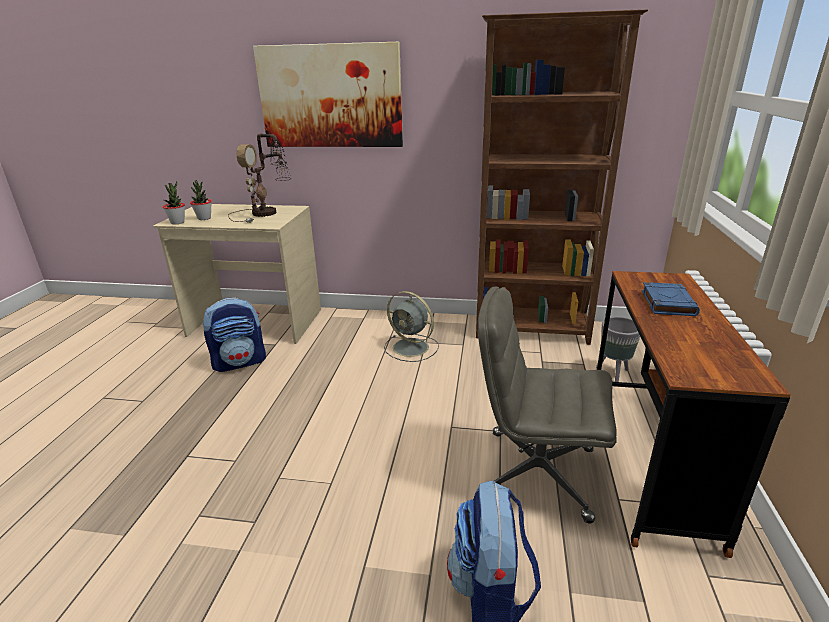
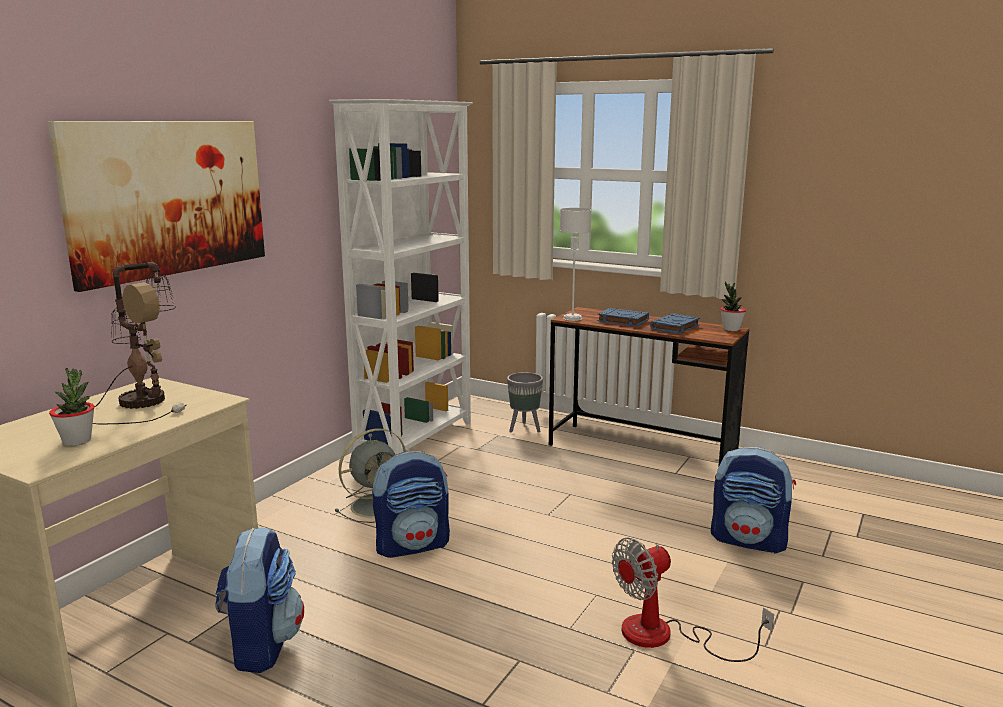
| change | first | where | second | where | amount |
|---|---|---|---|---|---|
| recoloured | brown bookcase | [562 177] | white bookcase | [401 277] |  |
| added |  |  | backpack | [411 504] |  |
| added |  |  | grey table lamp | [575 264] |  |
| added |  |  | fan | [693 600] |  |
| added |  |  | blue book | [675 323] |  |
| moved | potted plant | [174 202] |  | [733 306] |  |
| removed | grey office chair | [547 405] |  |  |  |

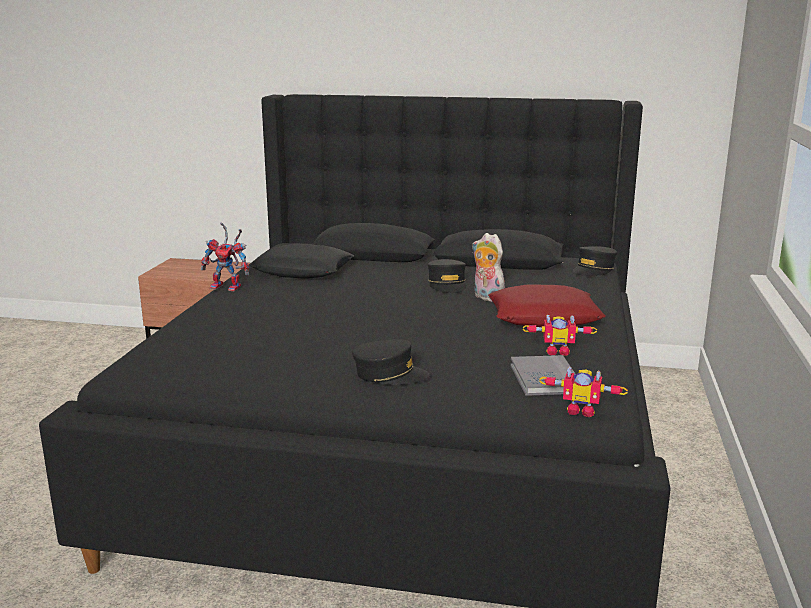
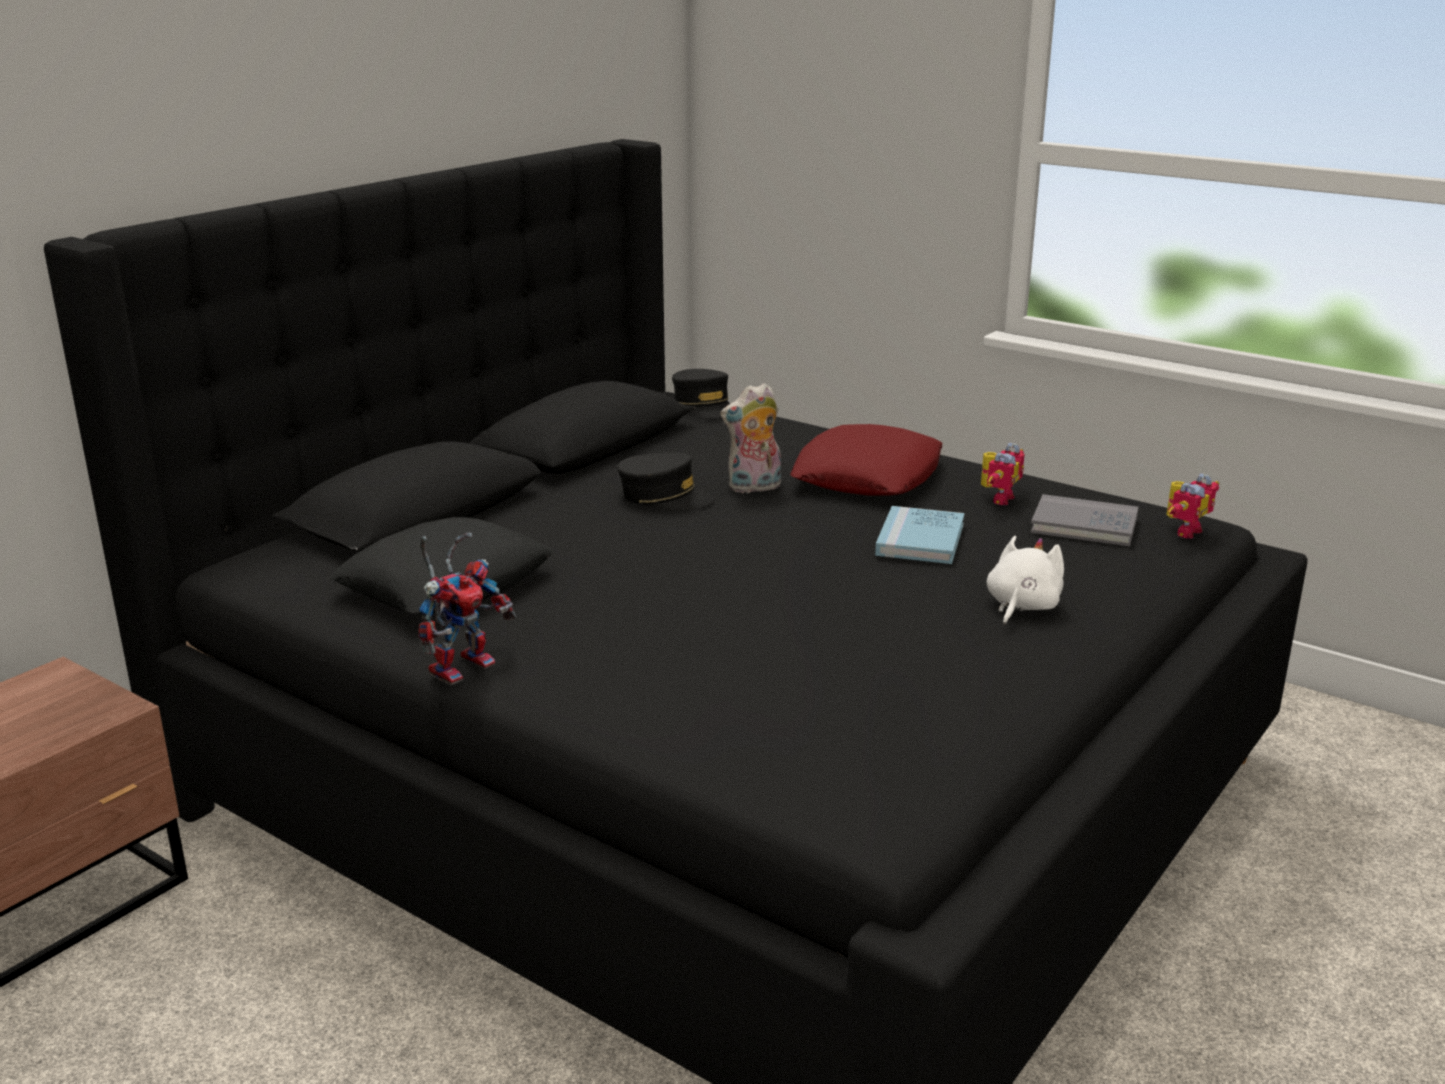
| change | first | where | second | where | amount |
|---|---|---|---|---|---|
| added |  |  | blue book | [919 535] |  |
| replaced | black cap | [391 362] | white plush toy | [1025 580] |  |

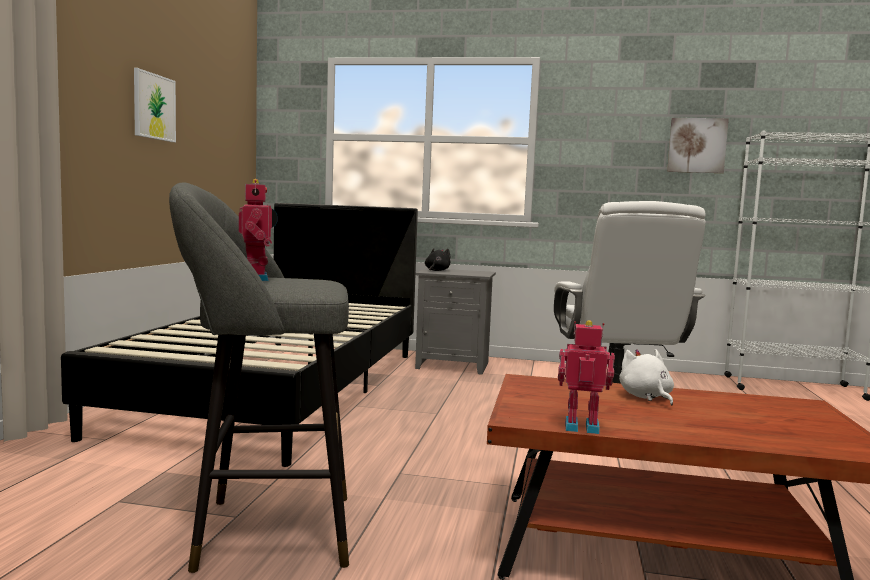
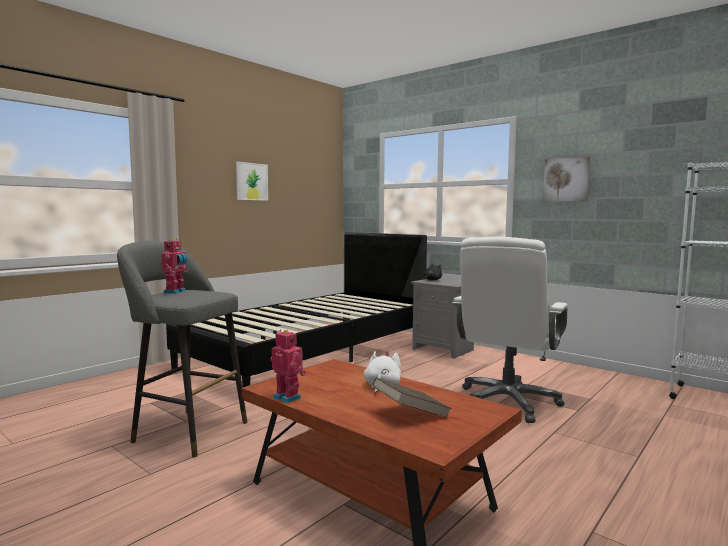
| change | first | where | second | where | amount |
|---|---|---|---|---|---|
| added |  |  | brown book | [412 397] |  |
| moved | picture | [698 145] |  | [566 178] |  |

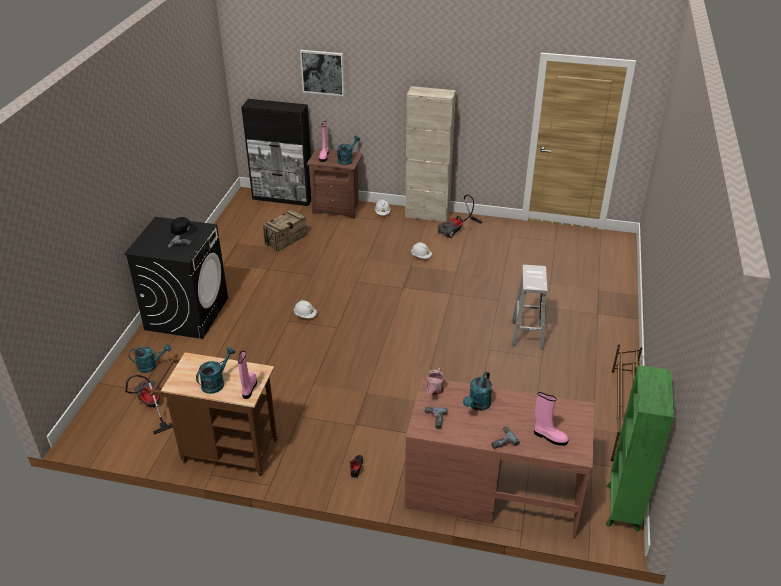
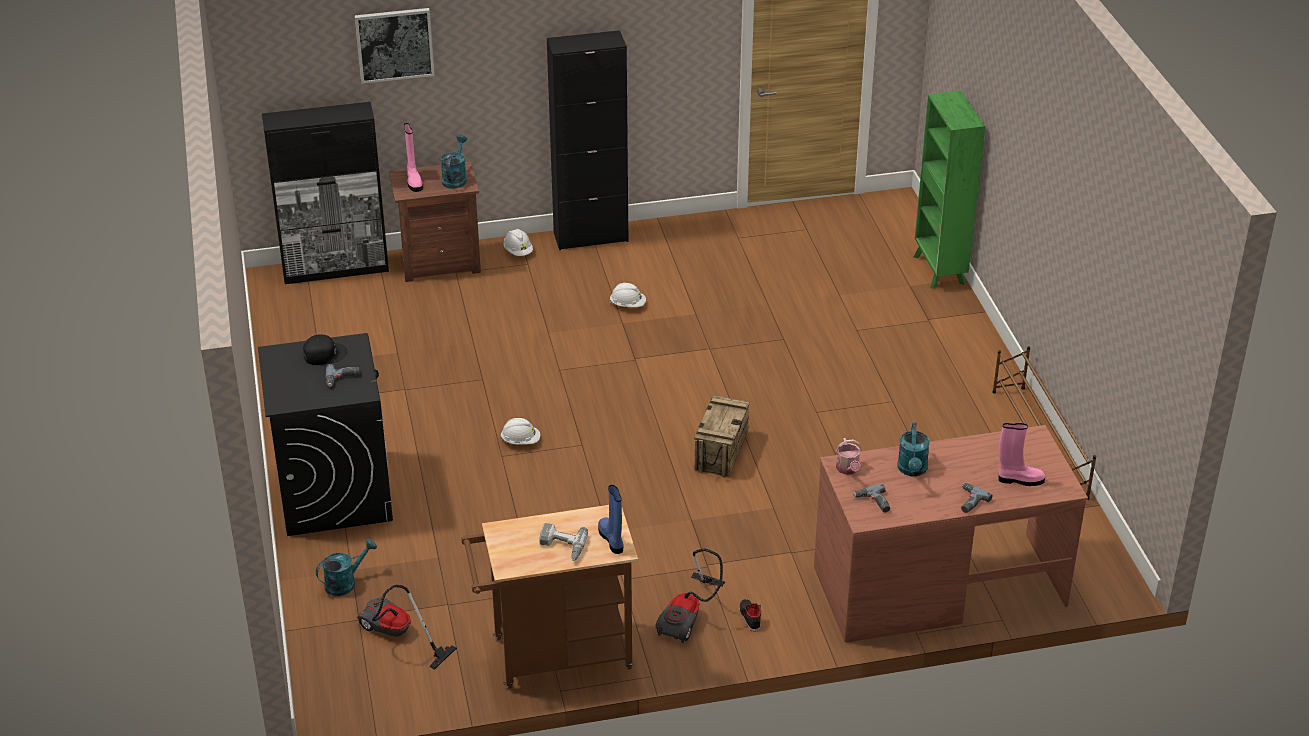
| change | first | where | second | where | amount |
|---|---|---|---|---|---|
| replaced | turquoise watering can | [215 370] | power drill | [563 542] |  |
| recoloured | beige cabinet | [430 154] | black cabinet | [587 140] |  |
| recoloured | pink boot | [247 375] | blue boot | [611 519] |  |
| moved | vacuum cleaner | [460 216] |  | [690 595] |  |
| moved | crate | [285 231] |  | [722 436] |  |
| moved | green bookcase | [640 448] |  | [949 190] |  |
| removed | white stool | [529 307] |  |  |  |

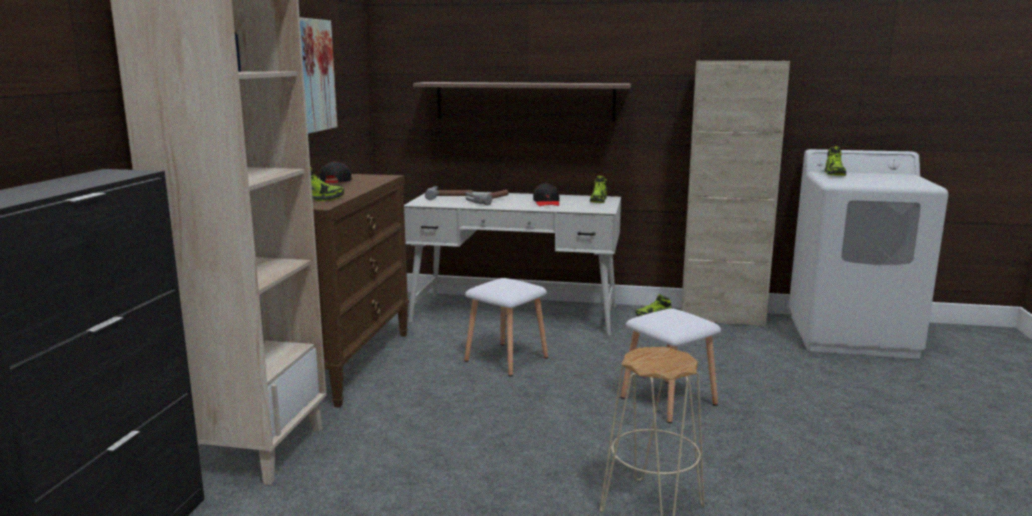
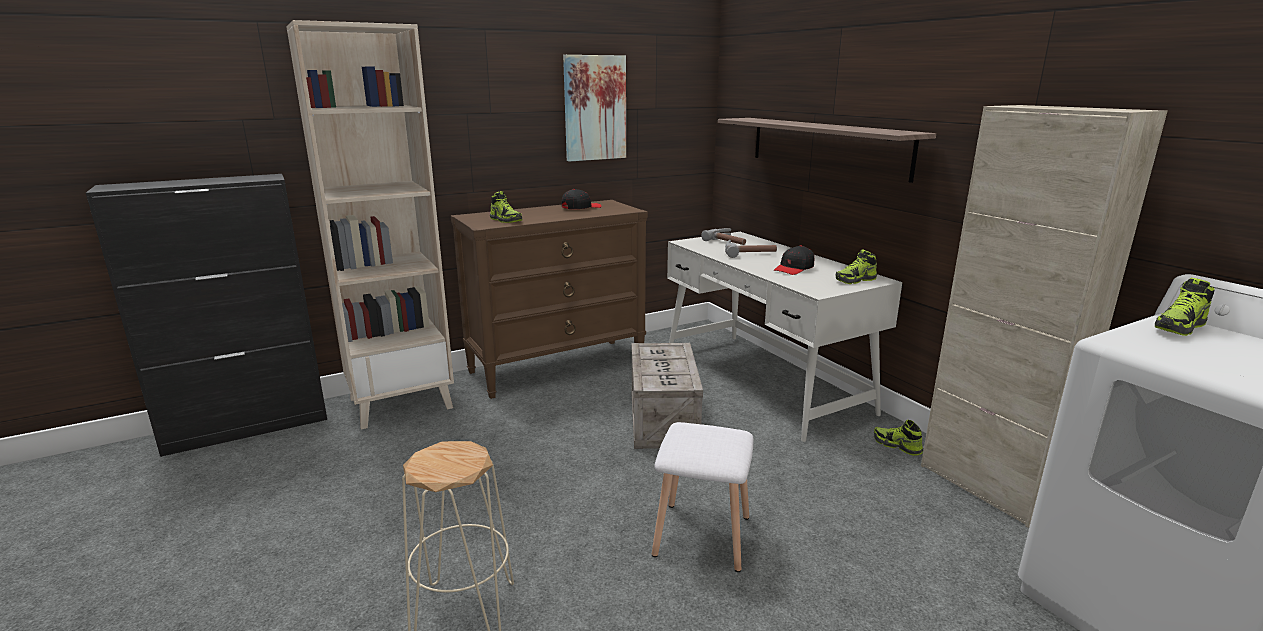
| change | first | where | second | where | amount |
|---|---|---|---|---|---|
| replaced | white stool | [506 327] | crate | [667 396] |  |

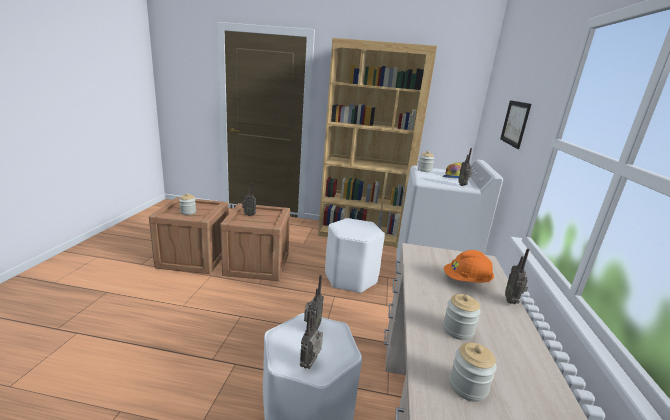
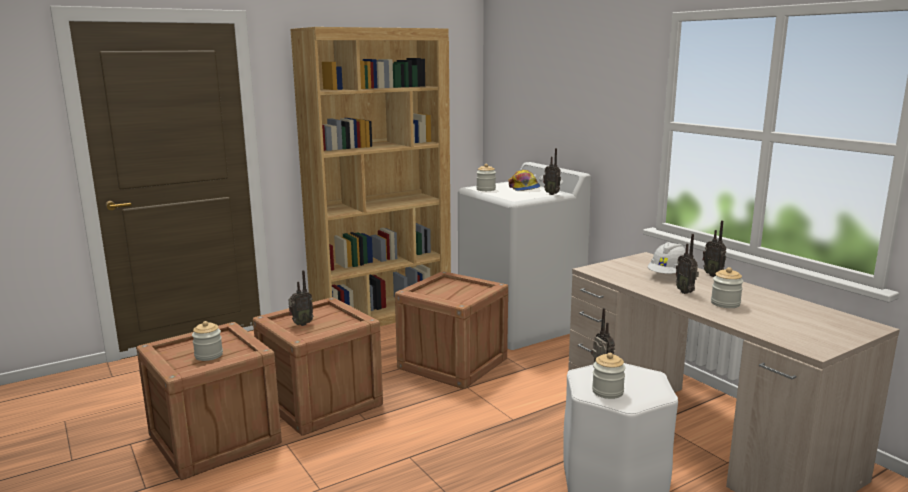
| change | first | where | second | where | amount |
|---|---|---|---|---|---|
| replaced | white stool | [355 256] | crate | [451 330] |  |
| moved | jar | [473 372] |  | [609 376] |  |
| recoloured | orange hard hat | [469 266] | white hard hat | [667 258] |  |
| moved | radio | [311 339] |  | [687 264] |  |
| removed | picture | [515 124] |  |  |  |

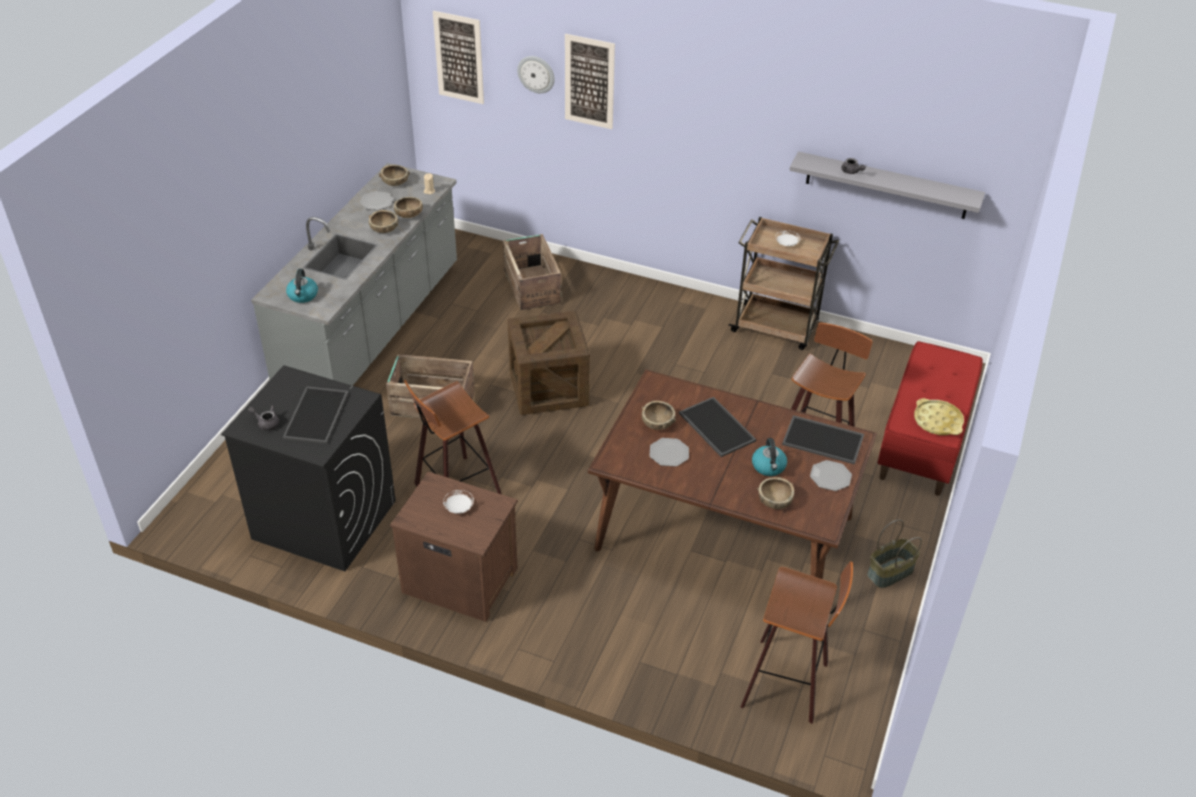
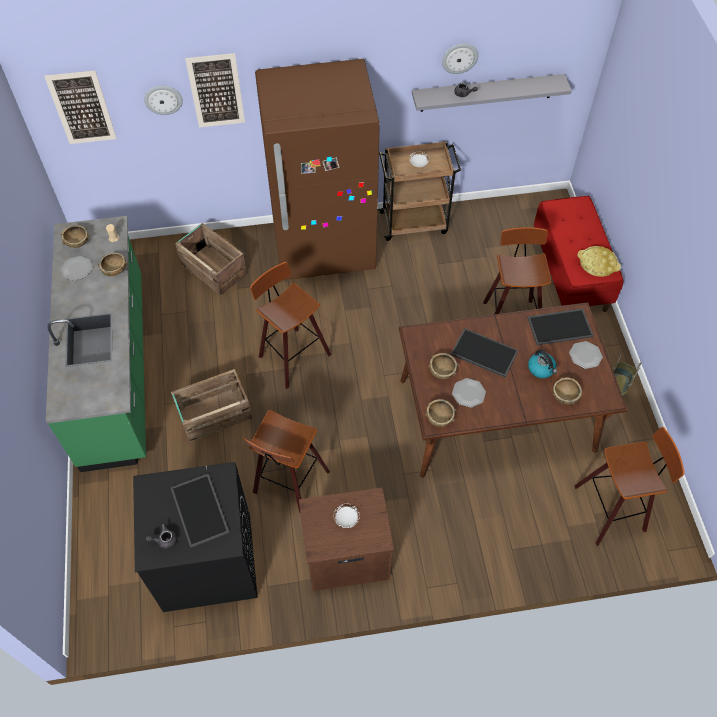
| change | first | where | second | where | amount |
|---|---|---|---|---|---|
| recoloured | grey counter | [354 274] | green counter | [96 344] |  |
| replaced | crate | [548 363] | stool | [290 325] |  |
| added |  |  | brown fridge | [317 169] |  |
| moved | brown bowl | [383 221] |  | [440 413] |  |
| added |  |  | wall clock | [460 58] |  |
| removed | kettle | [302 286] |  |  |  |

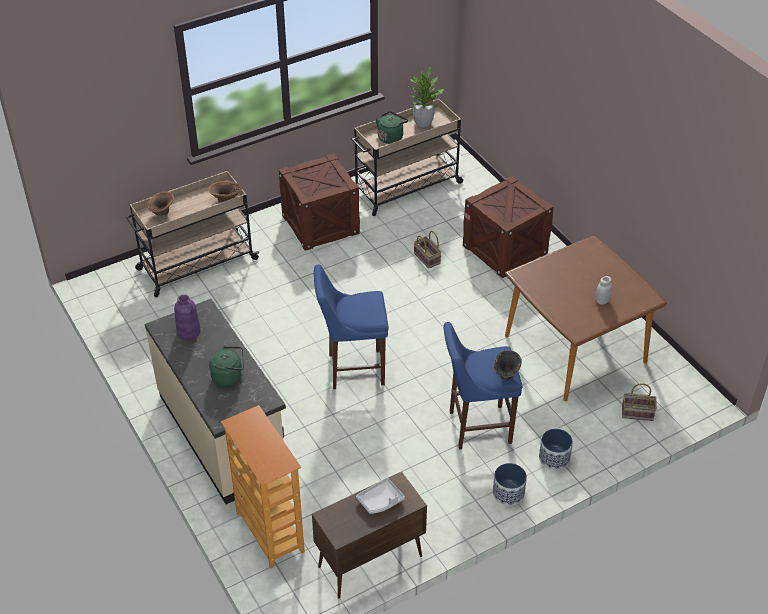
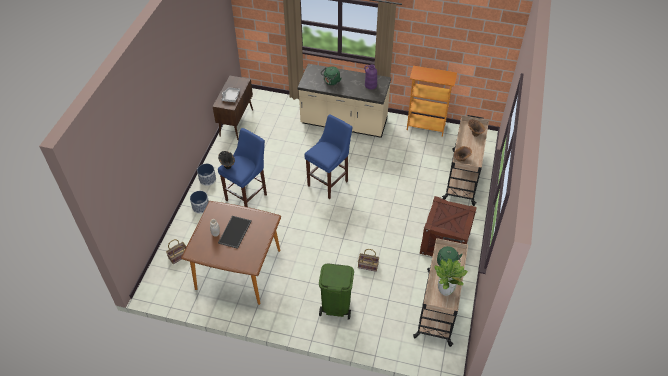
| change | first | where | second | where | amount |
|---|---|---|---|---|---|
| added |  |  | tray | [235 232] |  |
| replaced | crate | [508 227] | green trash can | [336 292] |  |
| moved | bookcase | [263 487] |  | [432 101] |  |

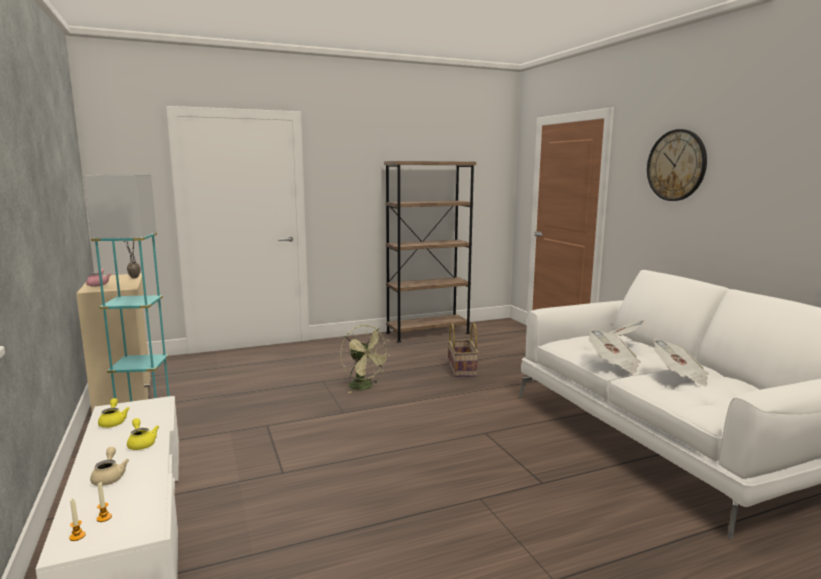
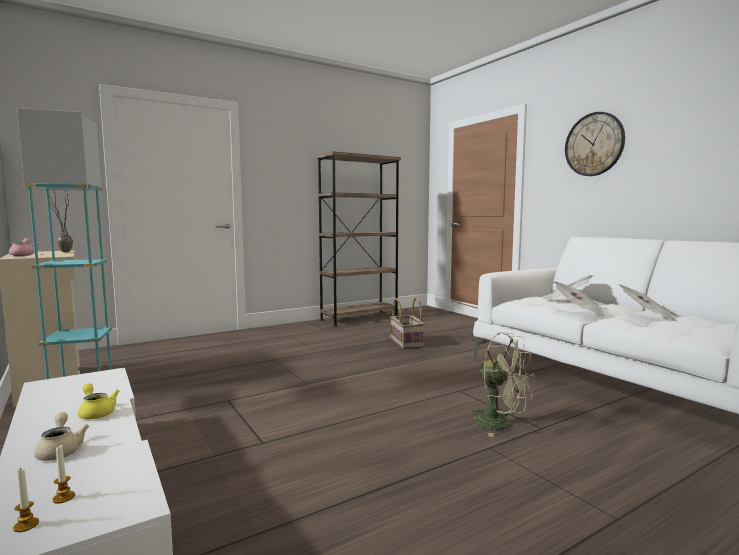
| change | first | where | second | where | amount |
|---|---|---|---|---|---|
| moved | green fan | [366 359] |  | [503 384] |  |
| removed | yellow teapot | [114 413] |  |  |  |

